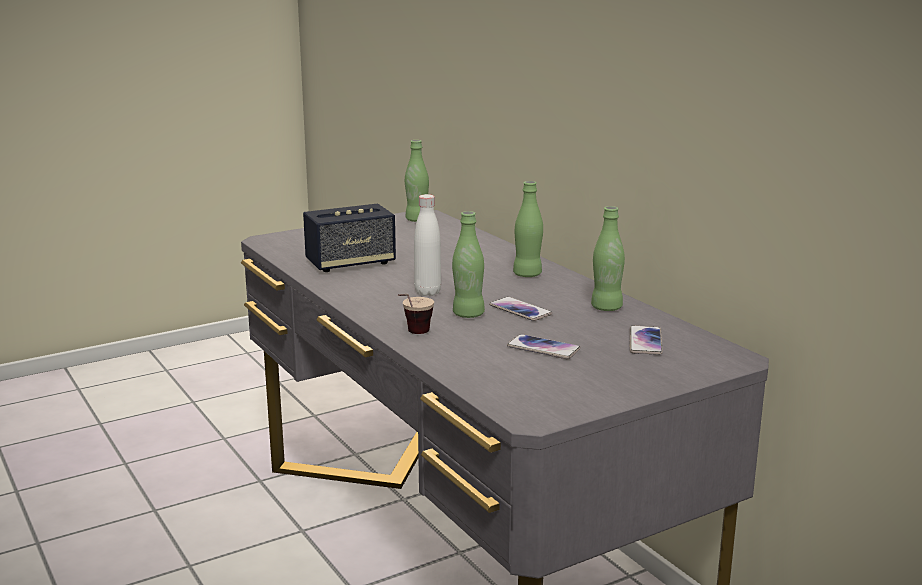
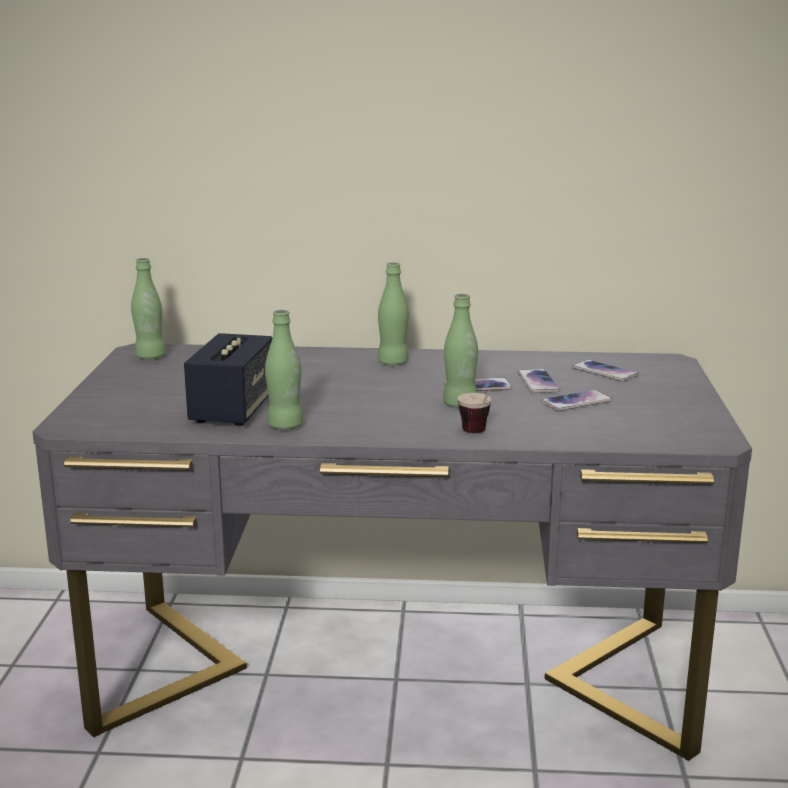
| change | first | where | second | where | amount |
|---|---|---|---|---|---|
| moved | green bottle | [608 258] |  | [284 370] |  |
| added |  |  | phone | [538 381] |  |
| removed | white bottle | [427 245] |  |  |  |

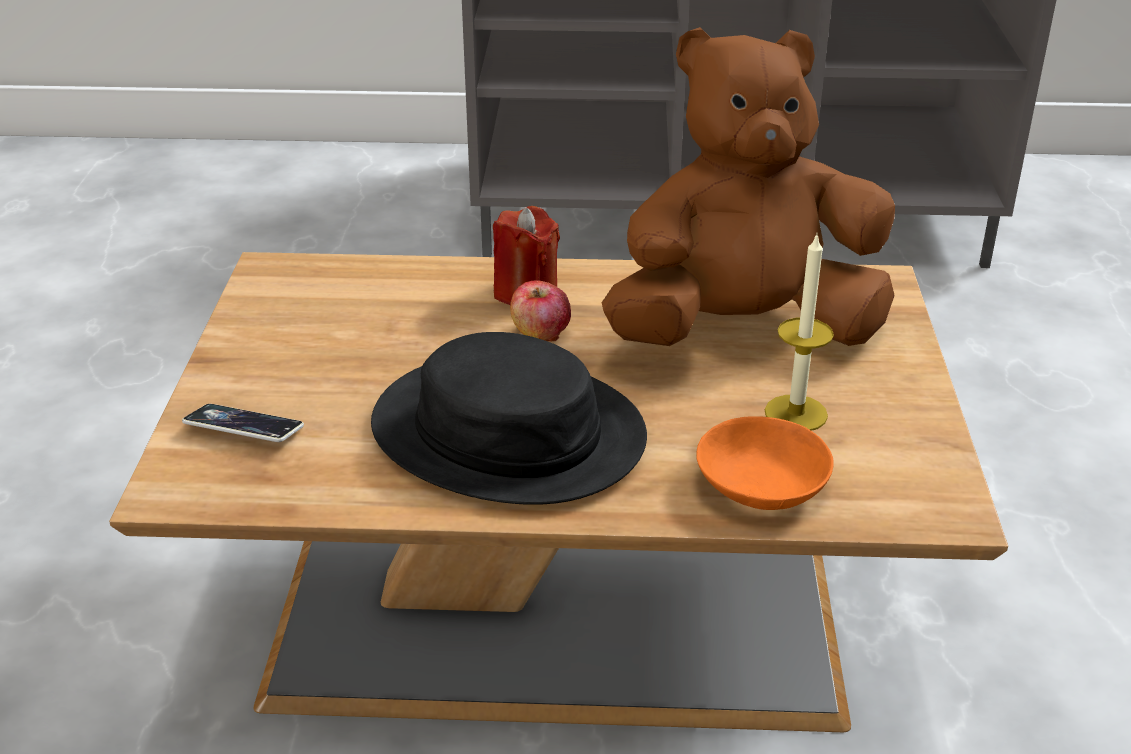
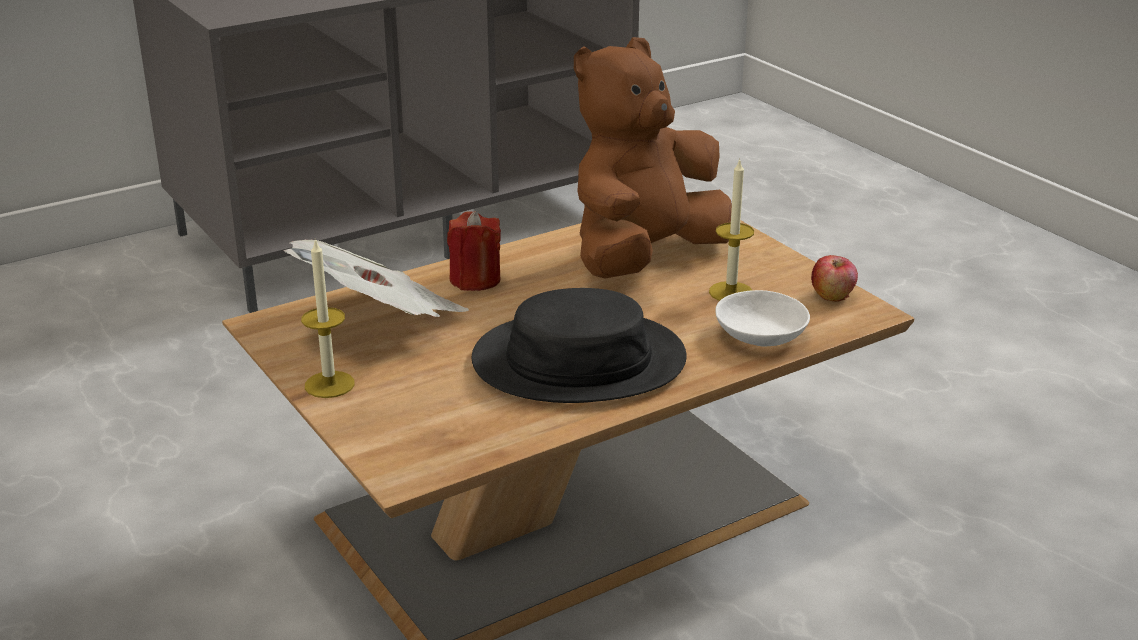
| change | first | where | second | where | amount |
|---|---|---|---|---|---|
| added |  |  | newspaper | [376 278] |  |
| added |  |  | candle | [328 318] |  |
| recoloured | orange bowl | [765 463] | white bowl | [762 318] |  |
| moved | apple | [540 310] |  | [834 278] |  |
| removed | phone | [243 423] |  |  |  |

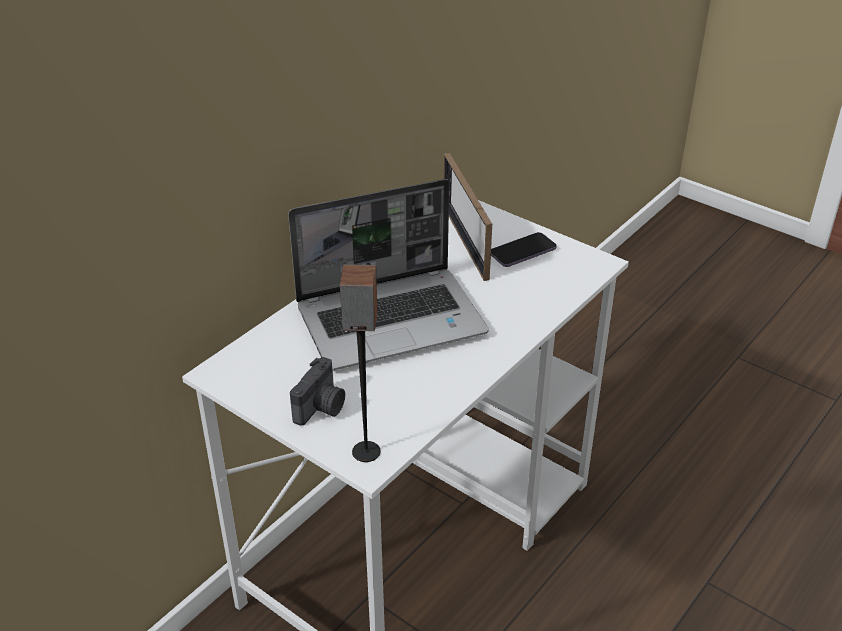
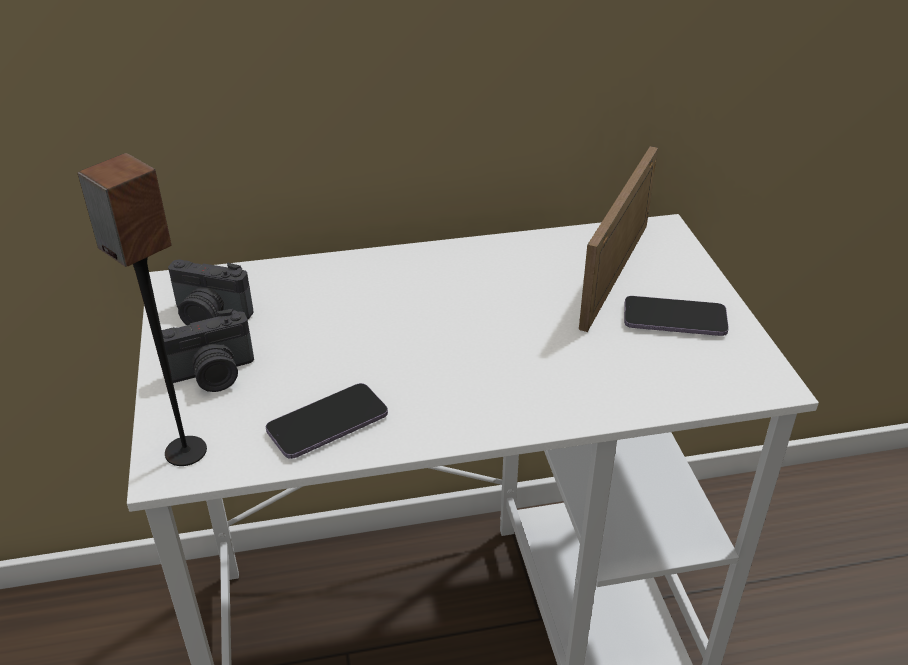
| change | first | where | second | where | amount |
|---|---|---|---|---|---|
| added |  |  | photo camera | [211 292] |  |
| added |  |  | phone | [327 421] |  |
| removed | laptop | [388 274] |  |  |  |

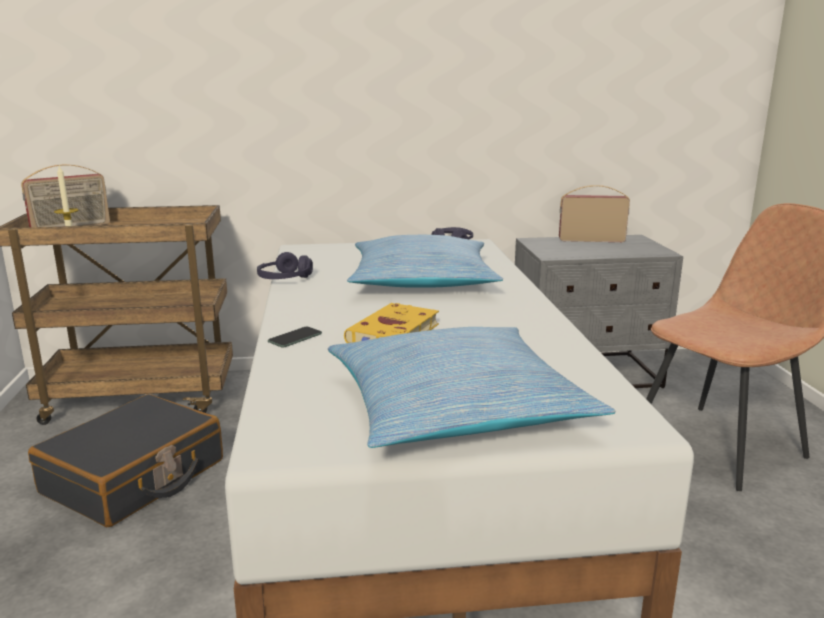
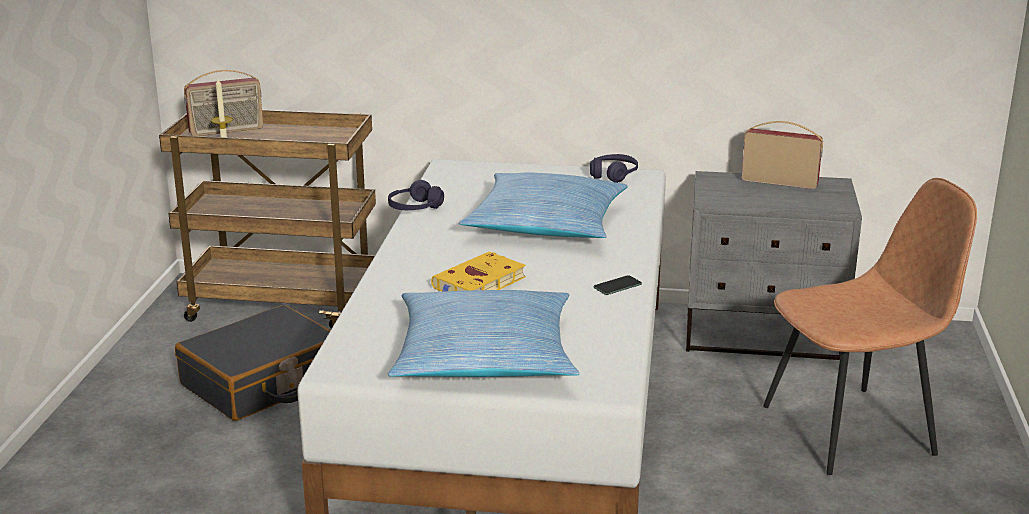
| change | first | where | second | where | amount |
|---|---|---|---|---|---|
| moved | phone | [295 337] |  | [617 285] |  |

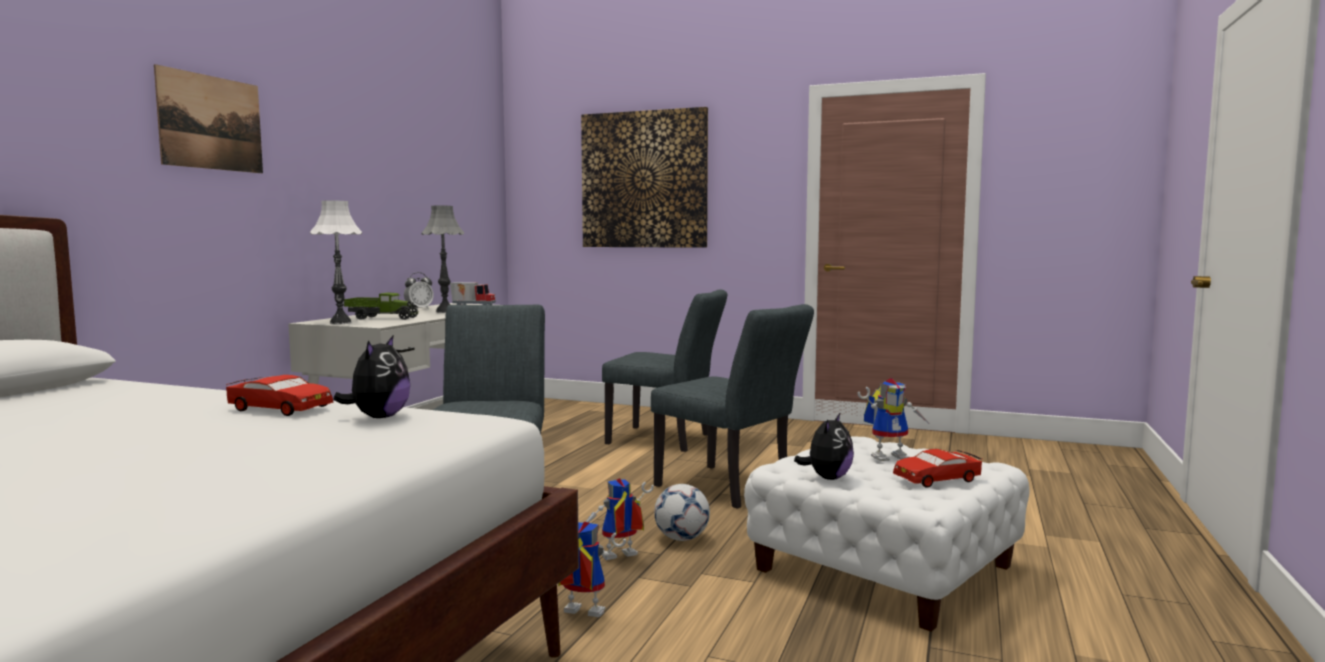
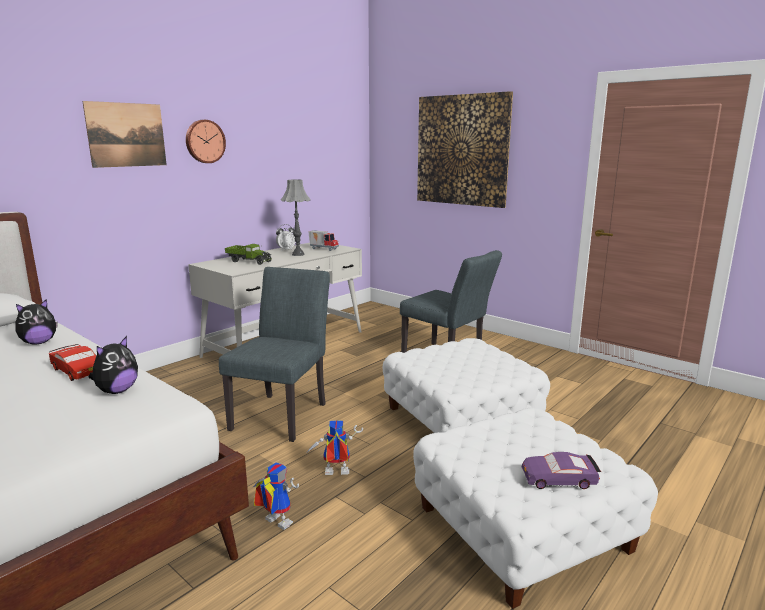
| change | first | where | second | where | amount |
|---|---|---|---|---|---|
| moved | plush toy | [824 446] |  | [36 322] |  |
| added |  |  | wall clock | [206 141] |  |
| replaced | grey chair | [732 406] | white ottoman | [466 385] |  |
| recoloured | red toy car | [937 468] | purple toy car | [561 470] |  |
| removed | white table lamp | [336 262] |  |  |  |
| removed | football | [682 512] |  |  |  |
| removed | toy robot | [893 419] |  |  |  |

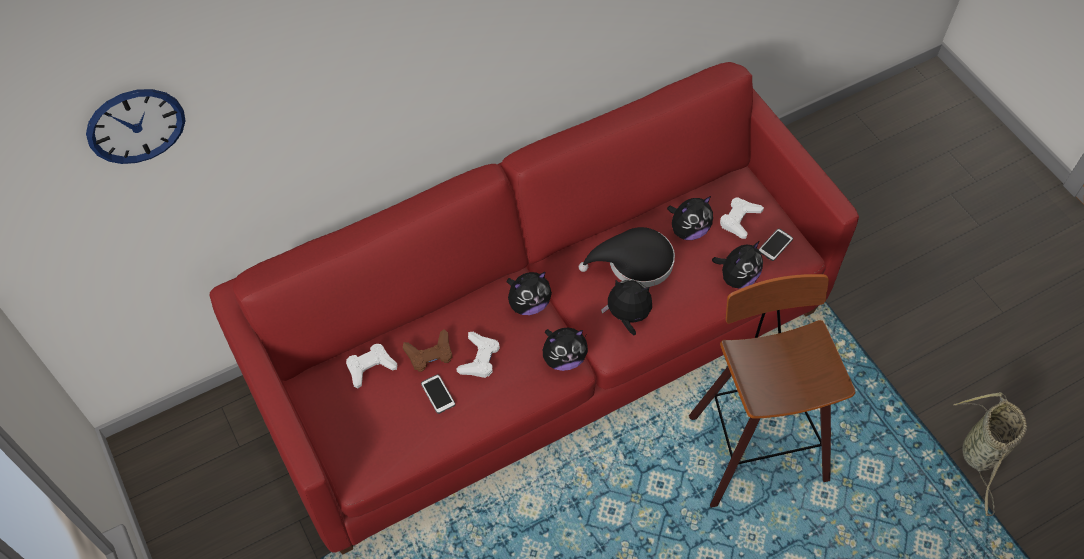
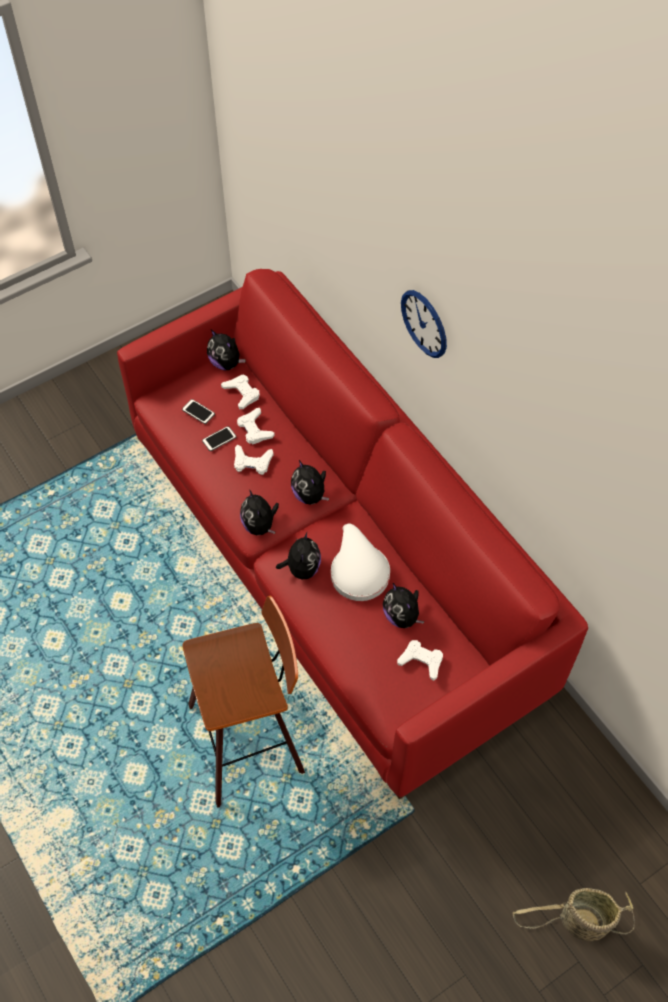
| change | first | where | second | where | amount |
|---|---|---|---|---|---|
| moved | phone | [776 245] |  | [198 411] |  |
| moved | plush toy | [737 264] |  | [226 350] |  |
| recoloured | brown game controller | [427 350] | white game controller | [256 426] |  |
| recoloured | black hat | [627 257] | white hat | [360 562] |  |
| moved | wall clock | [135 126] |  | [424 324] |  |
| moved | basket | [990 454] |  | [573 914] |  |

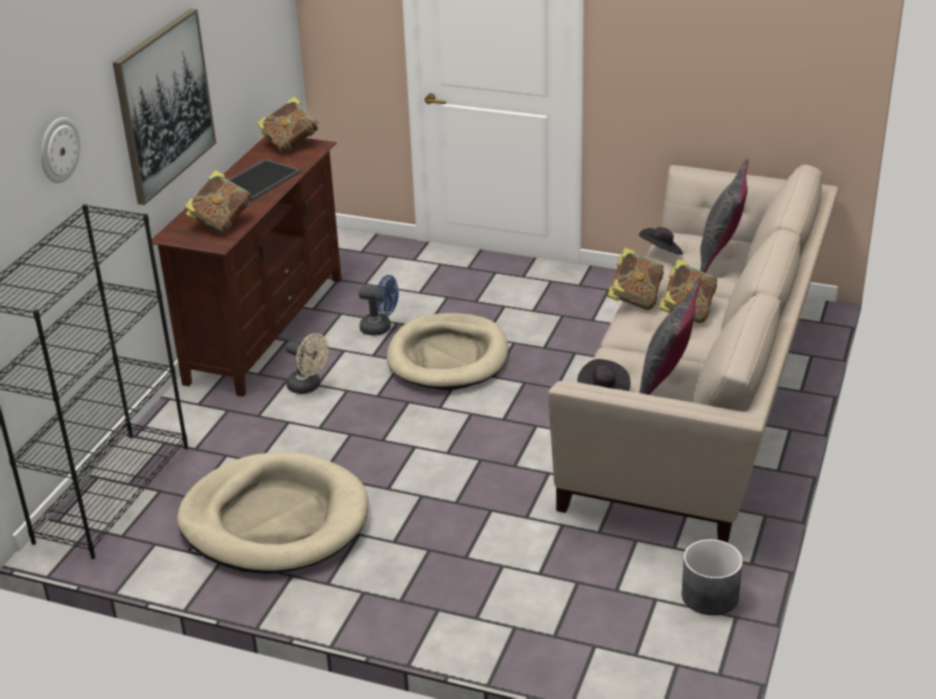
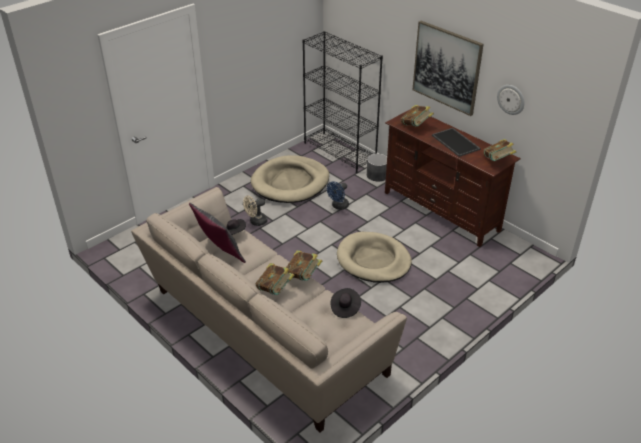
| change | first | where | second | where | amount |
|---|---|---|---|---|---|
| moved | beige fan | [307 363] |  | [255 210] |  |
| moved | blue fan | [379 305] |  | [338 195] |  |
| moved | grey planter | [712 577] |  | [377 167] |  |
| moved | wall clock | [60 150] |  | [511 100] |  |
| removed | grey pillow | [724 216] |  |  |  |

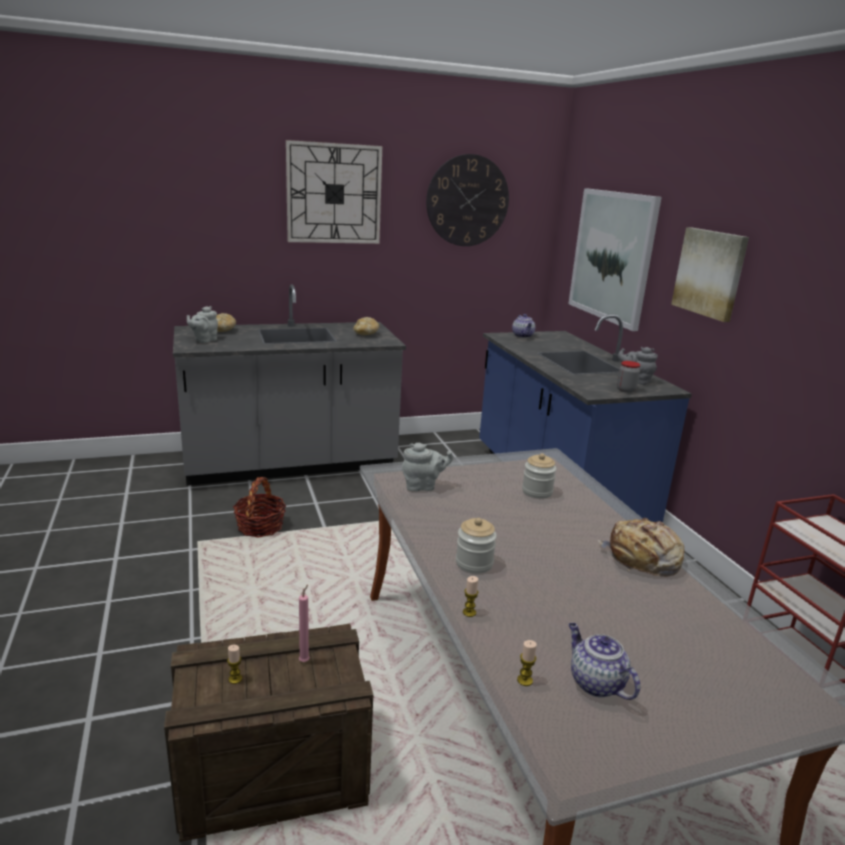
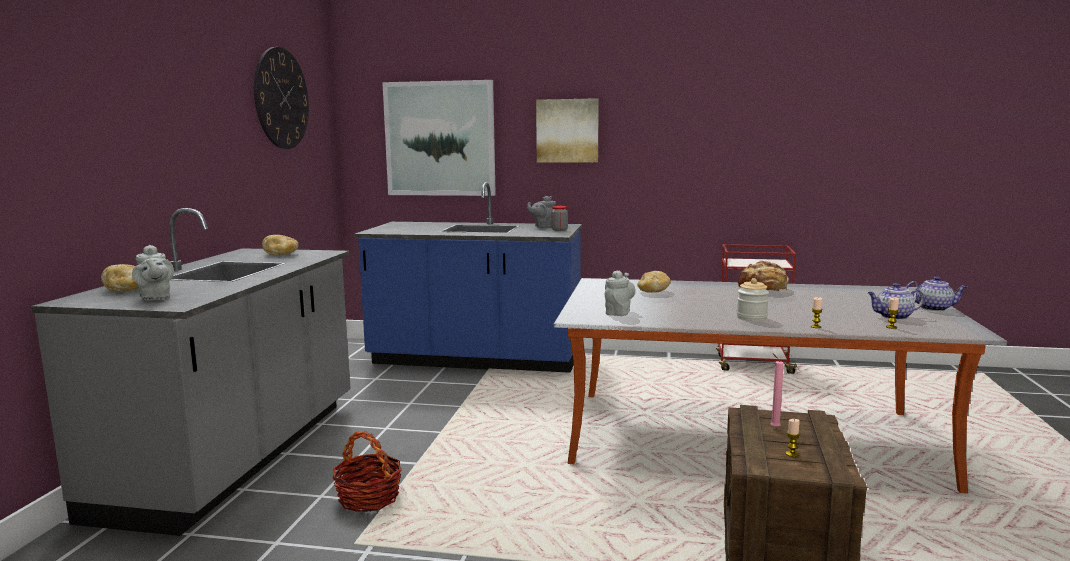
| change | first | where | second | where | amount |
|---|---|---|---|---|---|
| replaced | jar | [539 476] | bread | [654 282] |  |
| moved | teapot | [523 326] |  | [936 293] |  |
| removed | wall clock | [334 192] |  |  |  |

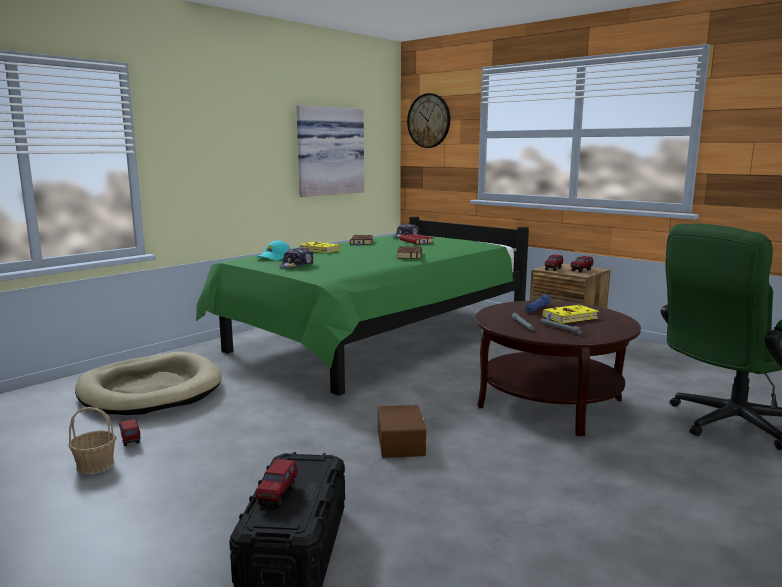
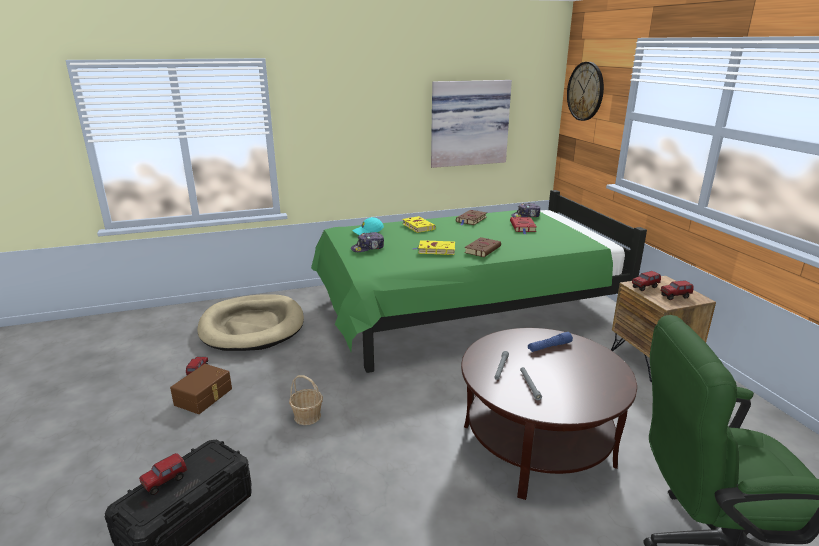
| change | first | where | second | where | amount |
|---|---|---|---|---|---|
| moved | brown storage box | [402 431] |  | [201 389] |  |
| moved | basket | [92 441] |  | [306 400] |  |
| moved | yellow book | [571 314] |  | [434 247] |  |

